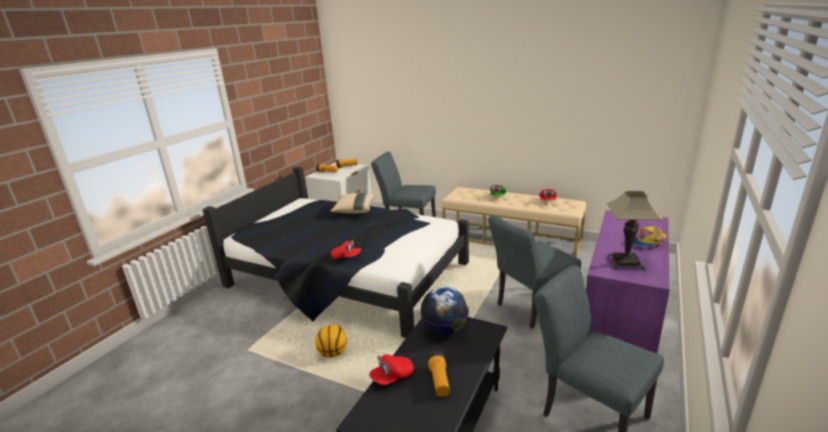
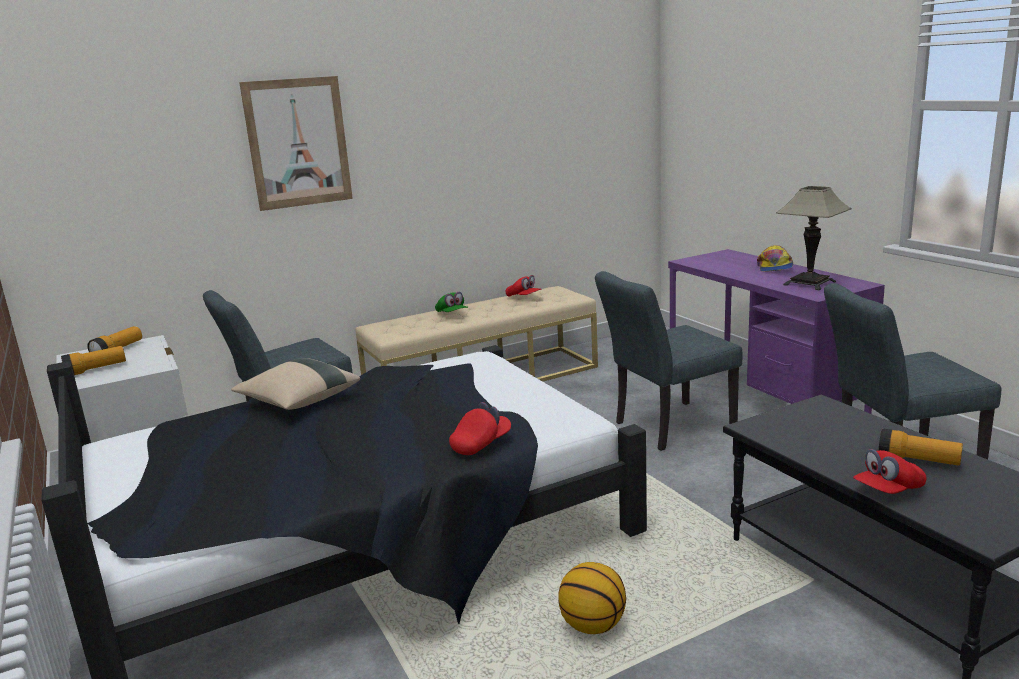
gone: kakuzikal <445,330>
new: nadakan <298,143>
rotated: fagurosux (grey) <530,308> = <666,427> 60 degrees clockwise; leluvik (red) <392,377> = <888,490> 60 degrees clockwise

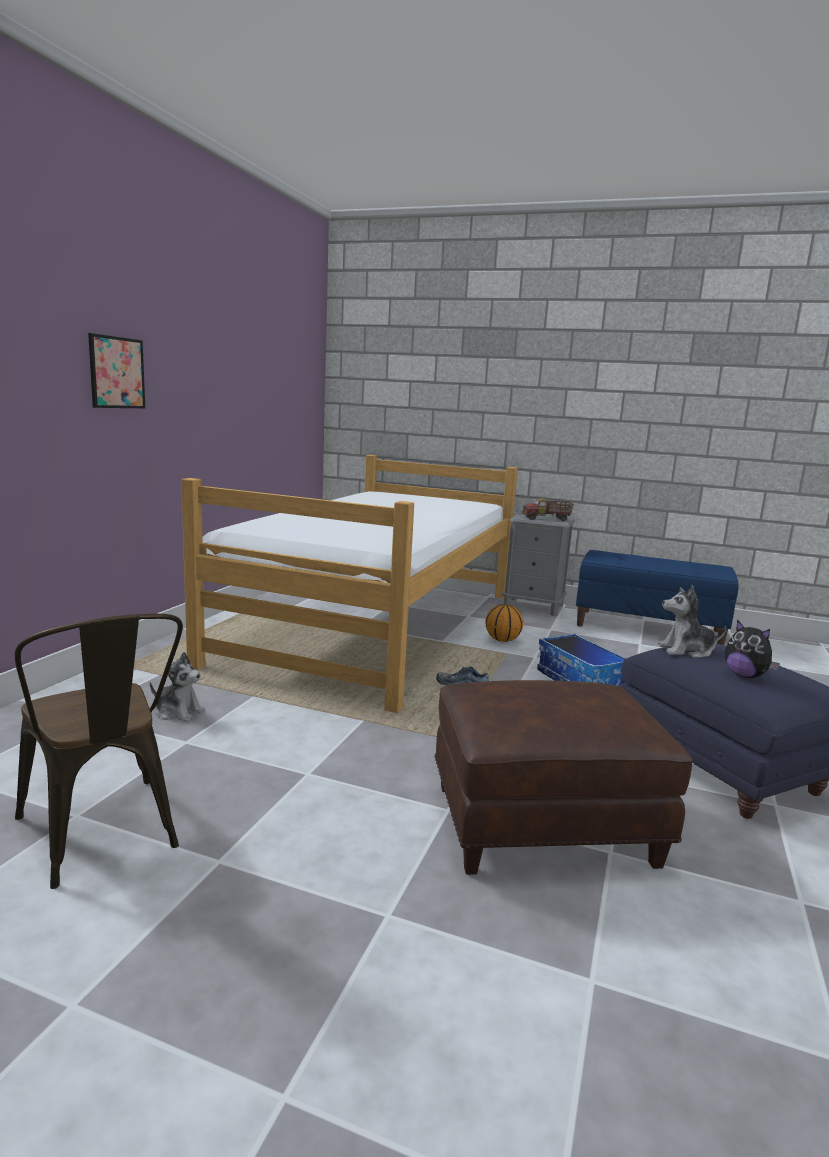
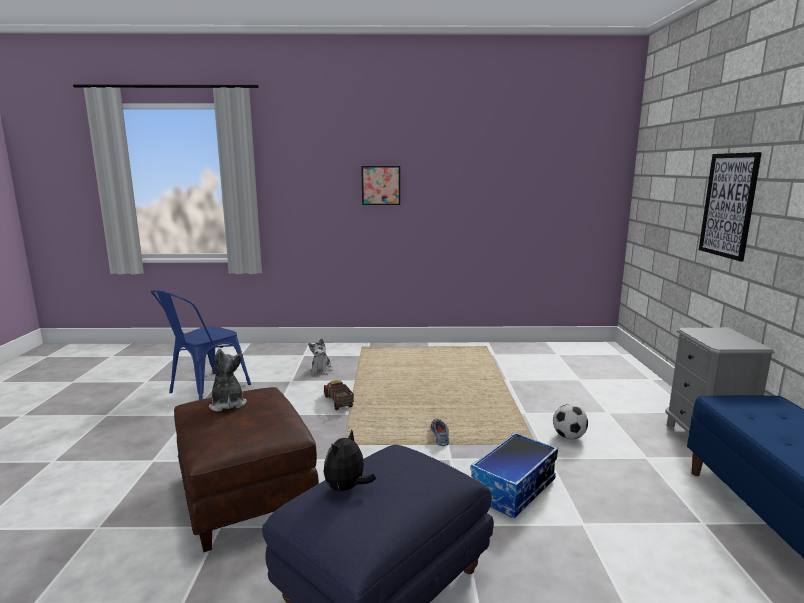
gone: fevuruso <377,626>
new: nadakan <728,205>
shifted: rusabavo <686,651> to <227,404>; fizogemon <547,519> to <338,402>
swapped: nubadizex <502,640> to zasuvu <568,436>
repainted: fagurosux (brown) <104,837> to fagurosux (blue) <204,390>

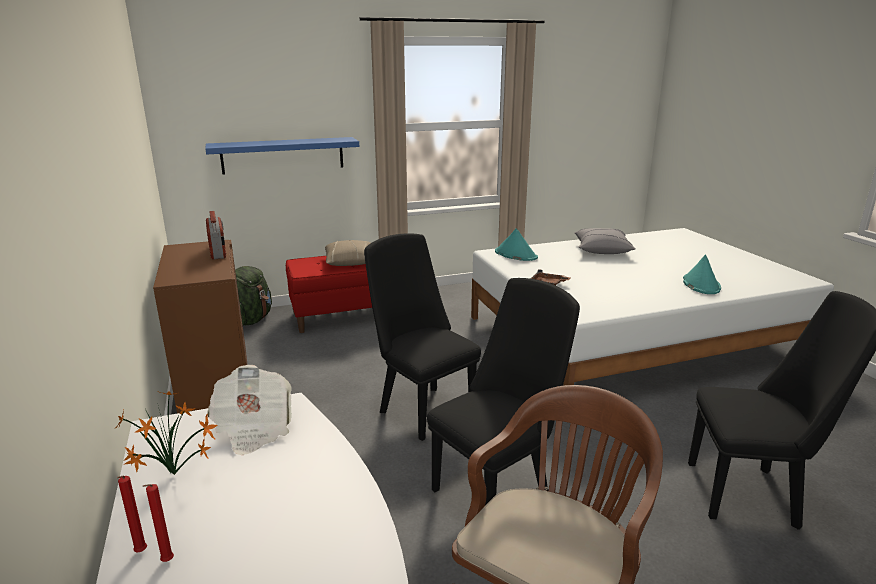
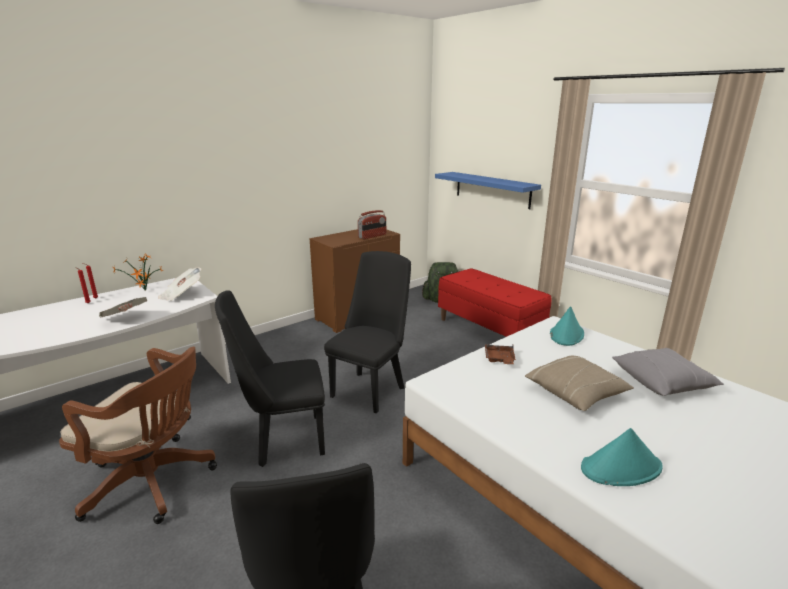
new: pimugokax <125,319>
shifted: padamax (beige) <351,262> to <576,393>
rotated: fagurosux (black) <497,490> = <283,440> 135 degrees clockwise

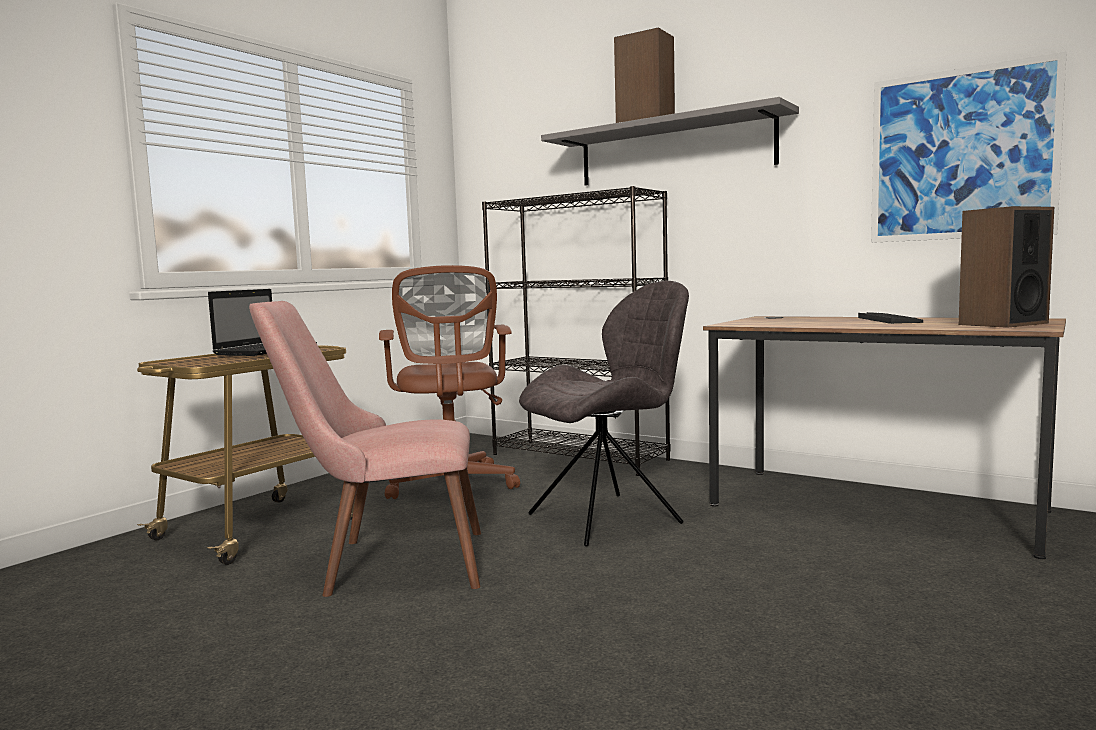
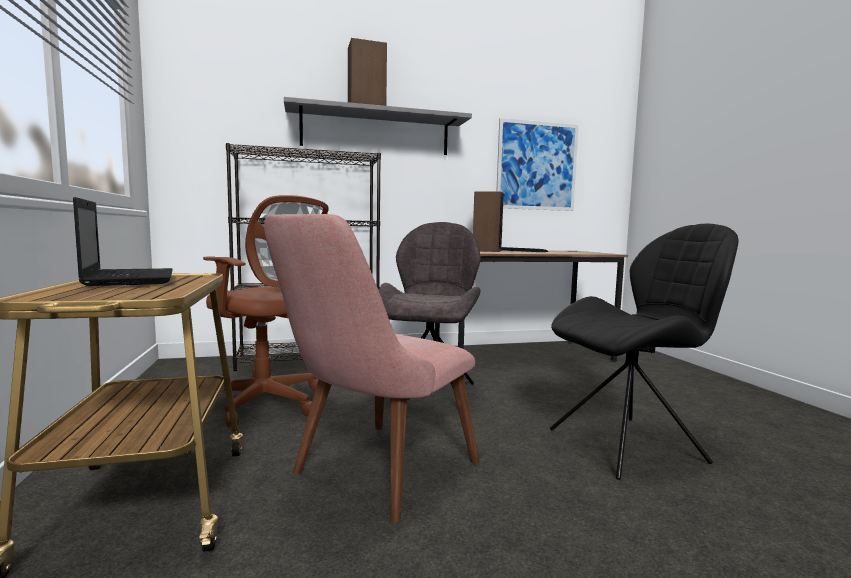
new: fagurosux (black) <630,445>
shifted: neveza <1002,324> to <486,251>

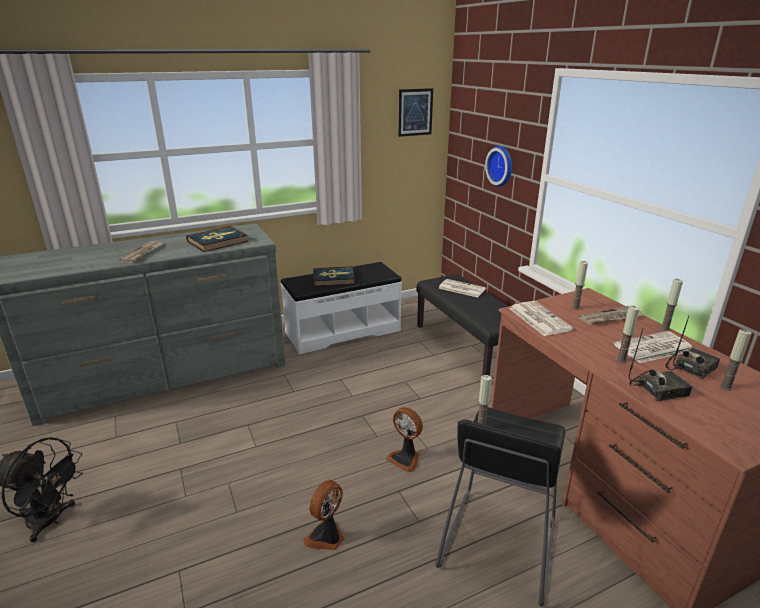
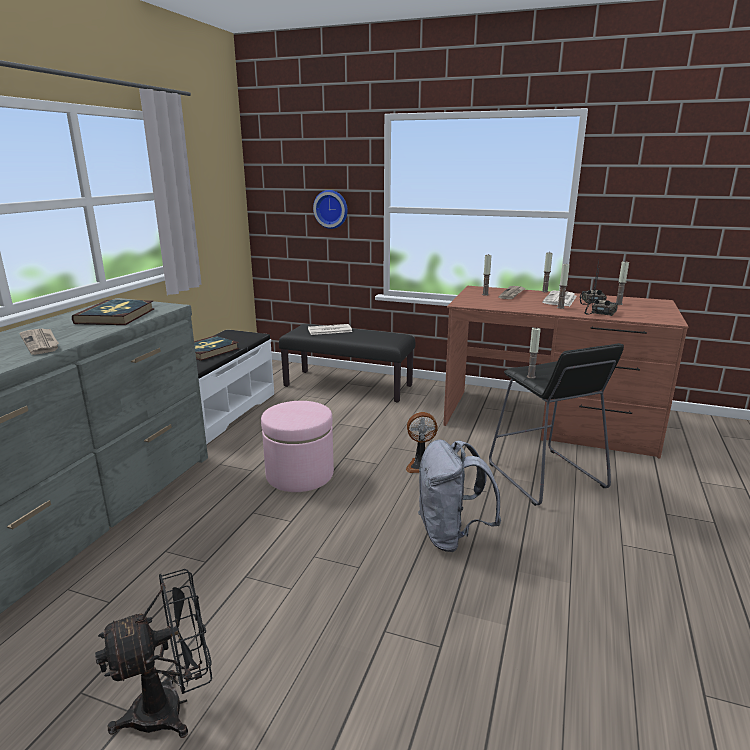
gone: nadakan <415,112>; pimugokax <538,318>
new: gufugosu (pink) <300,474>
swapped: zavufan <326,537> to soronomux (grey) <451,536>

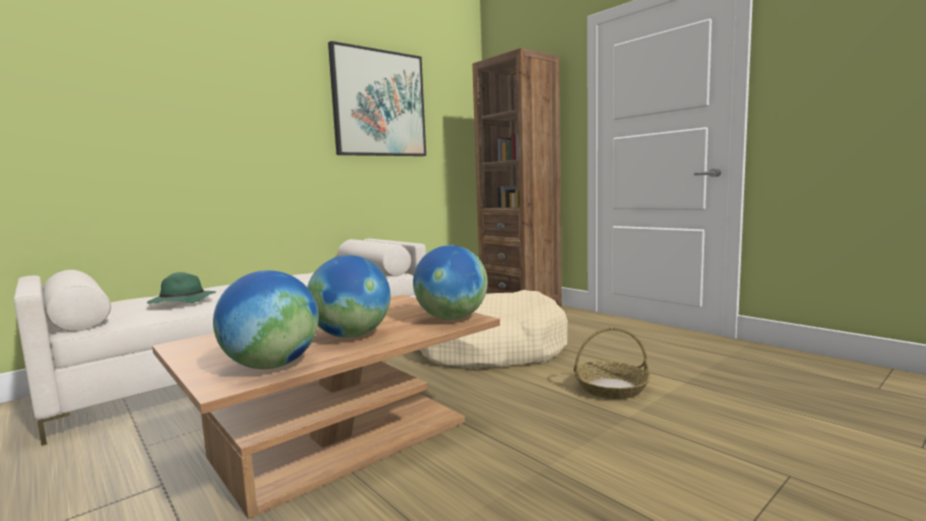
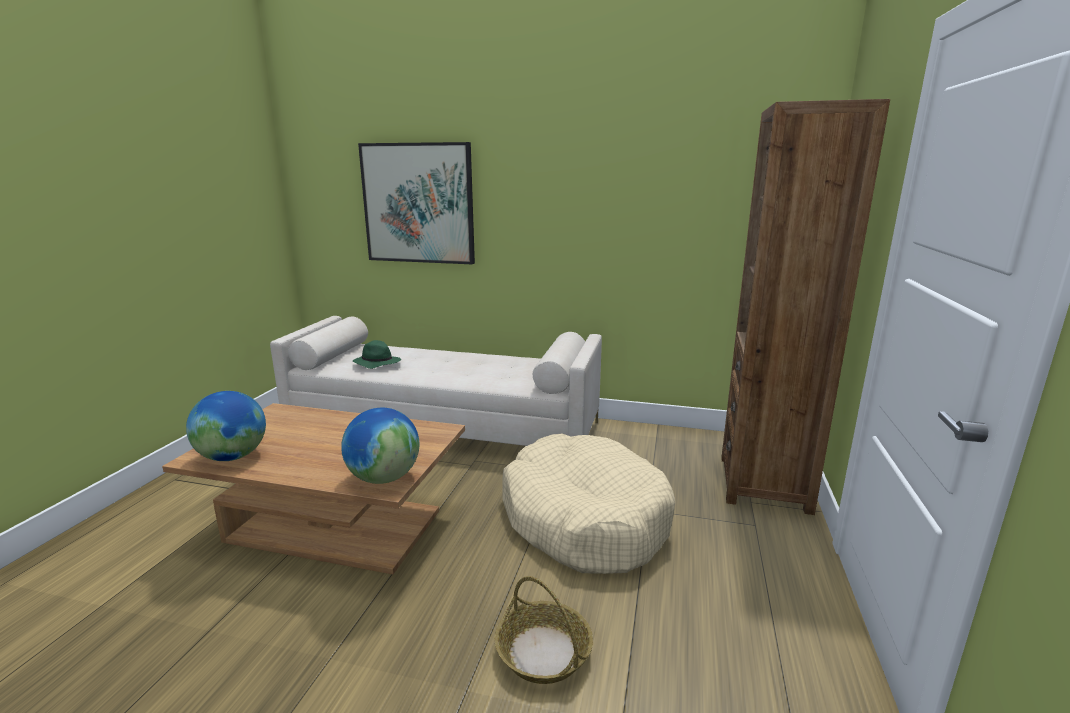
gone: kakuzikal <351,336>
shifted: nadakan <379,104> to <418,204>

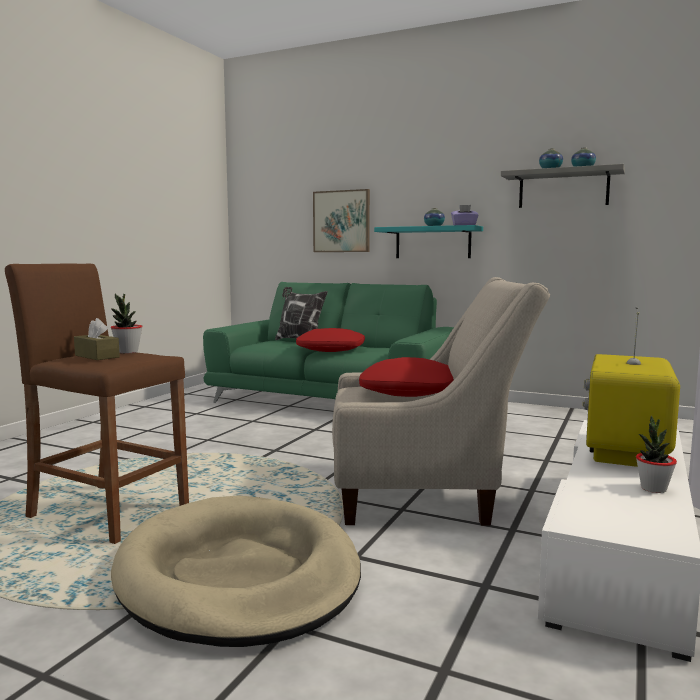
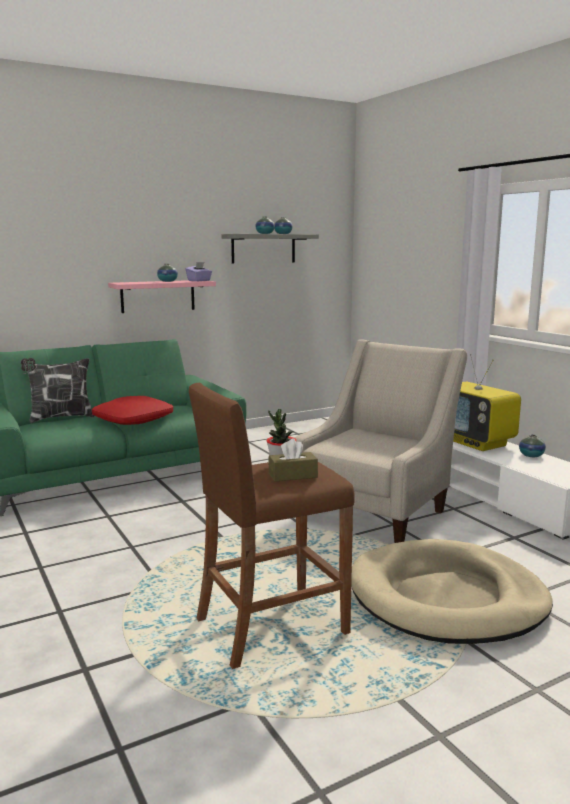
gone: nadakan <341,221>; padamax (red) <409,391>
swapped: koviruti <653,488> to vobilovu <531,455>
repainted: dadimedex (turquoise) <433,242> to dadimedex (pink) <158,296>

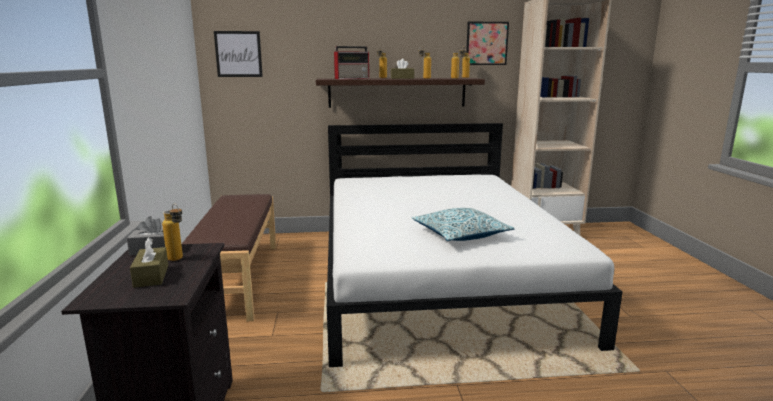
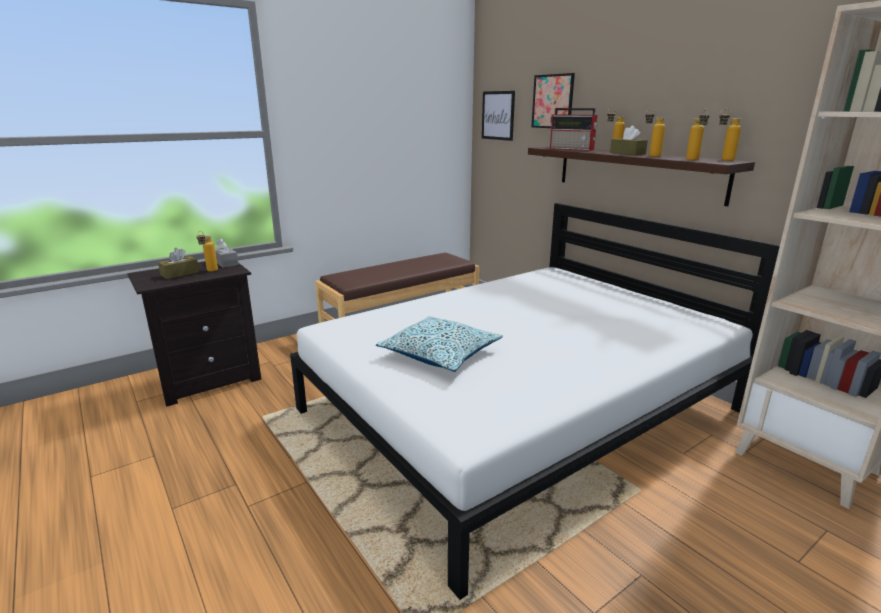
shifted: nadakan <486,43> to <552,101>

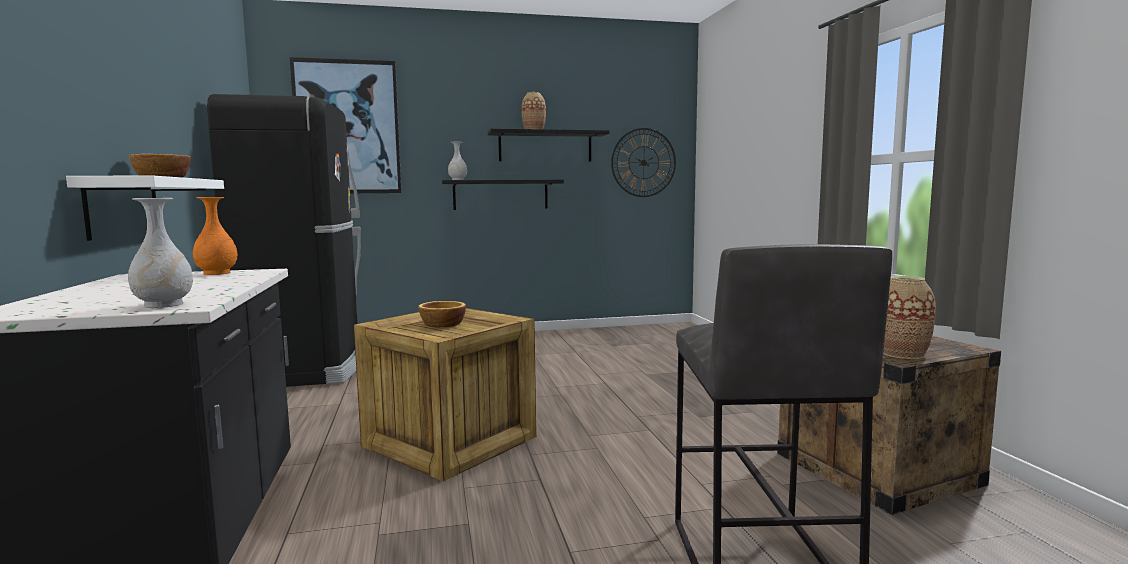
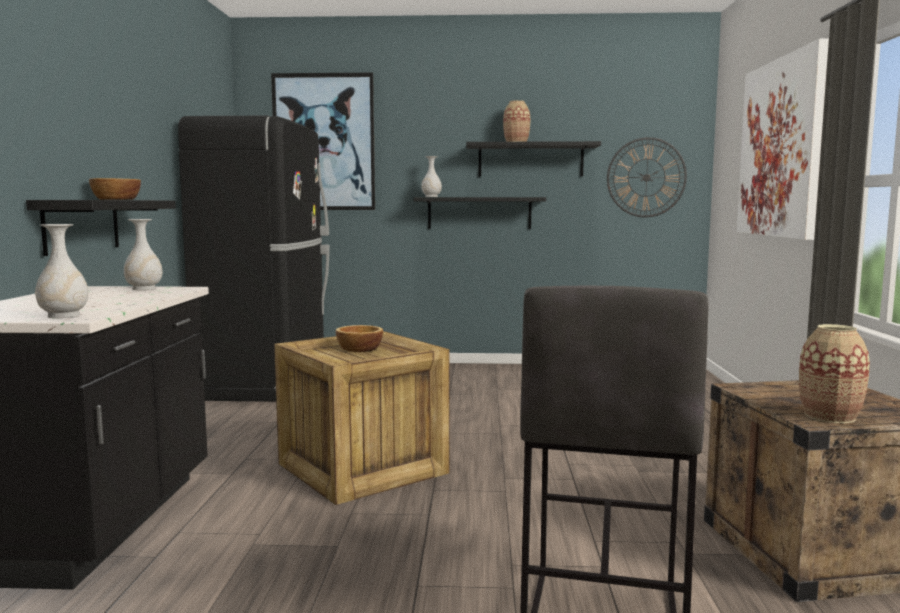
new: nadakan <780,148>
repainted: dadimedex (white) <123,207> to dadimedex (black) <81,225>; vobilovu (orange) <217,273> to vobilovu (white) <144,289>

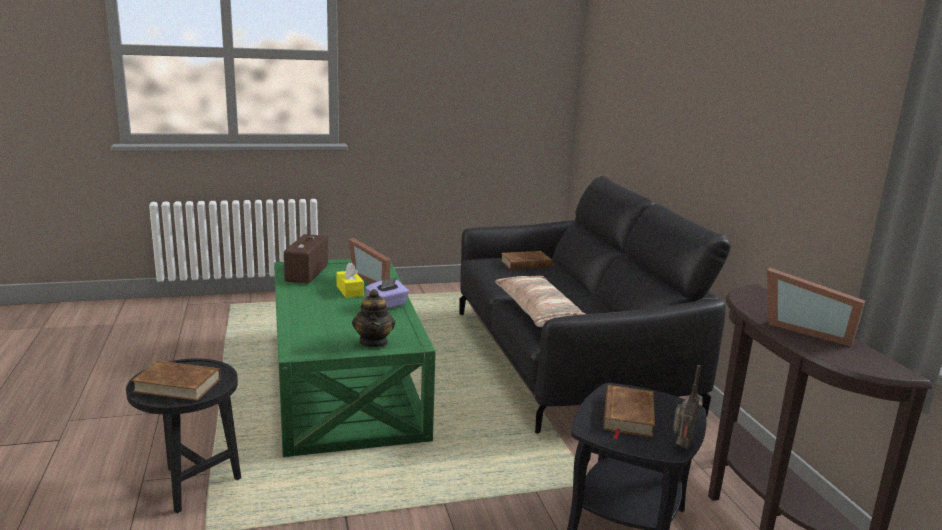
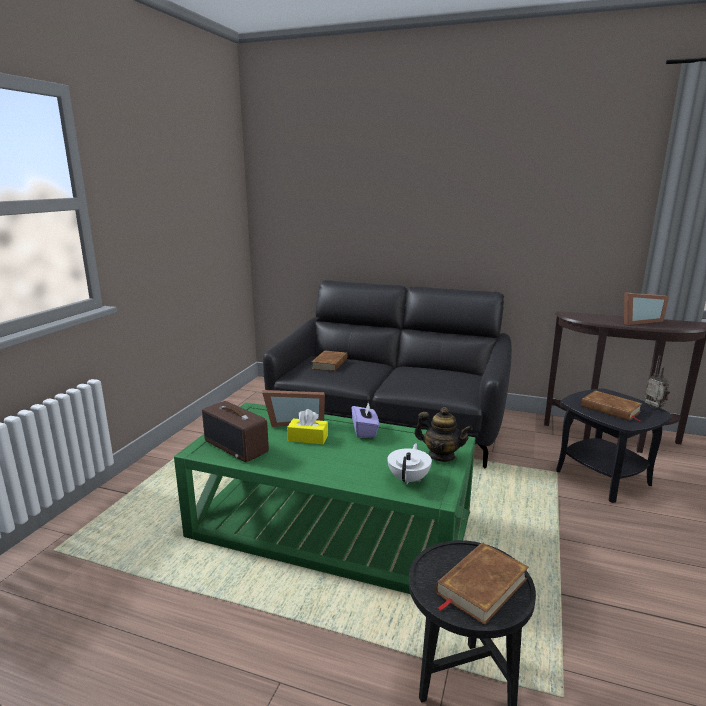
gone: padamax <539,313>
new: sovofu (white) <409,479>

